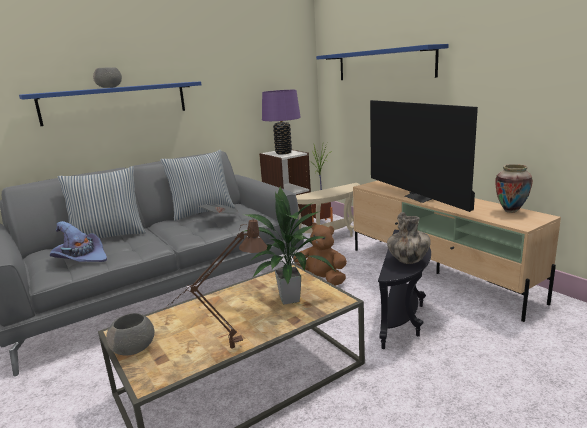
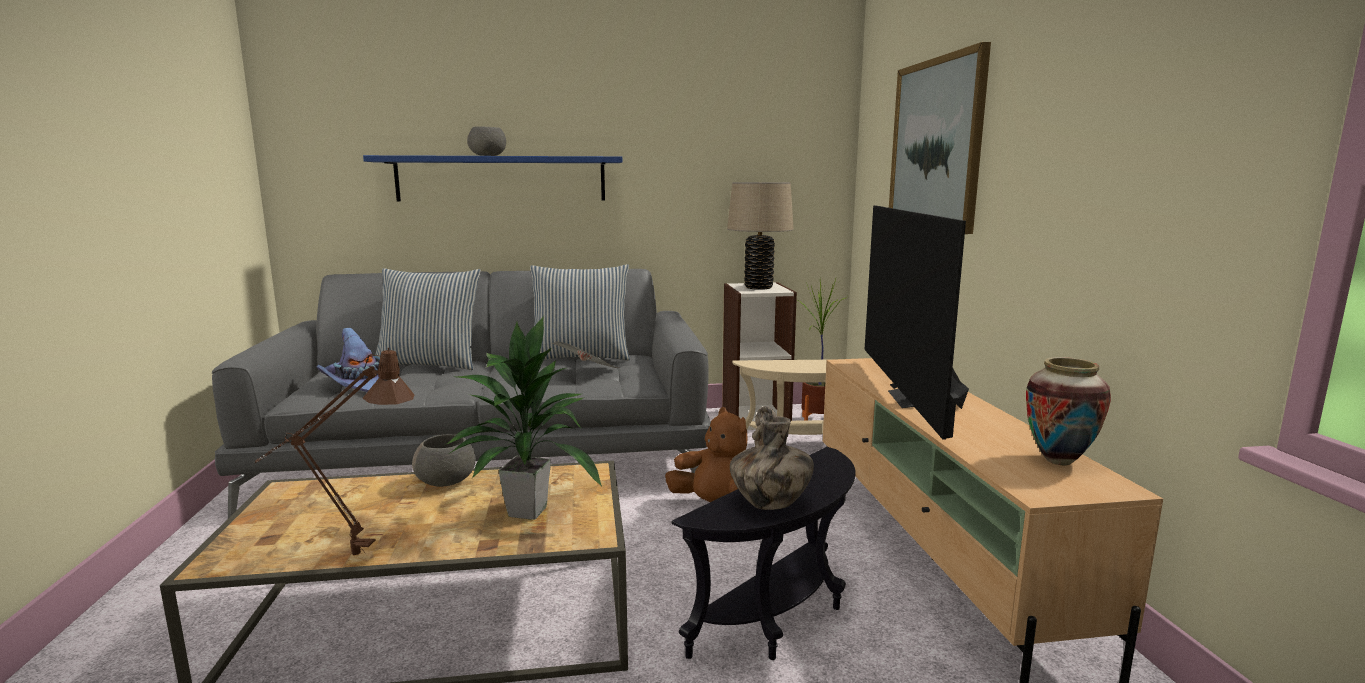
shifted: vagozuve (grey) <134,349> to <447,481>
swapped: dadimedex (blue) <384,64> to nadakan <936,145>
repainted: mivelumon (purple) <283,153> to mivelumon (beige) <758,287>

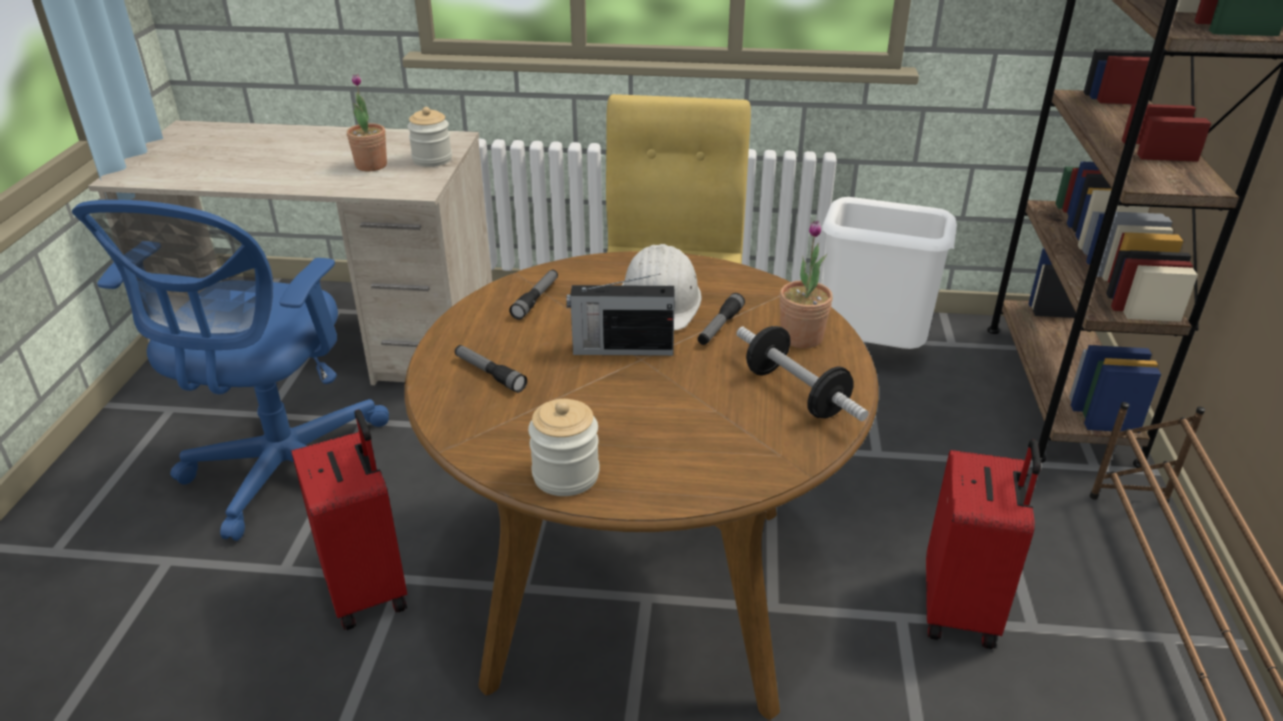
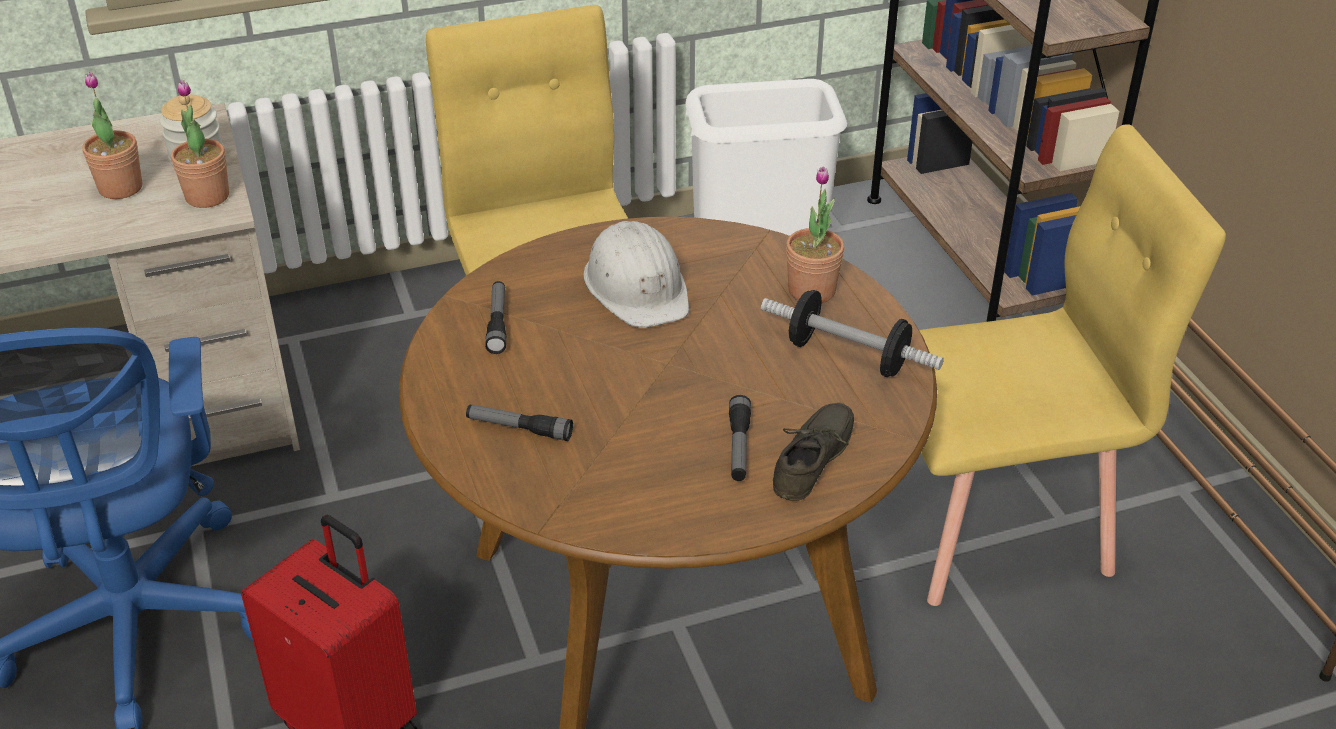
gone: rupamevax <566,475>; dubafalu <621,349>
new: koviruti <207,196>; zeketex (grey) <817,461>
shifted: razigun <720,326> to <739,446>
swapped: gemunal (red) <962,609> to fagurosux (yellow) <992,525>

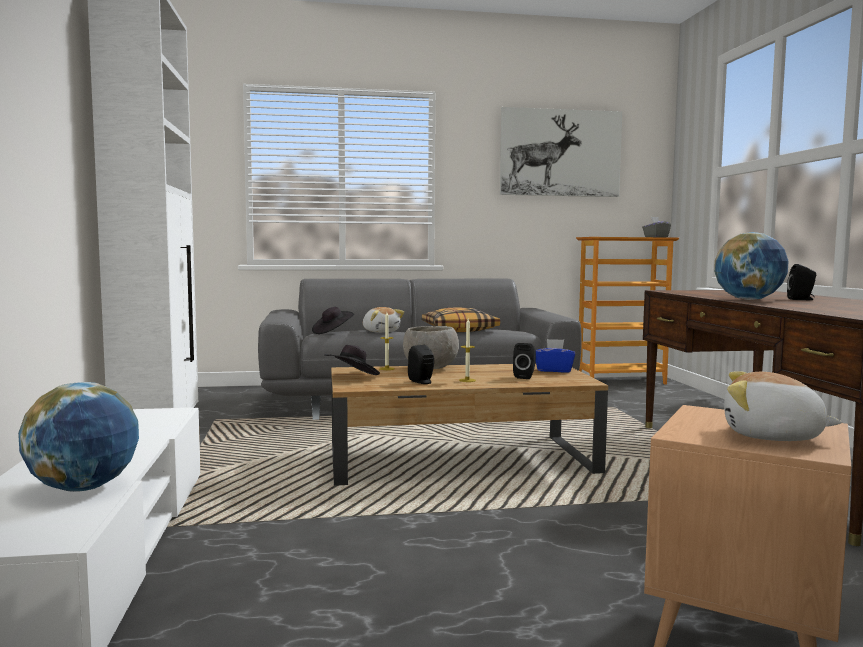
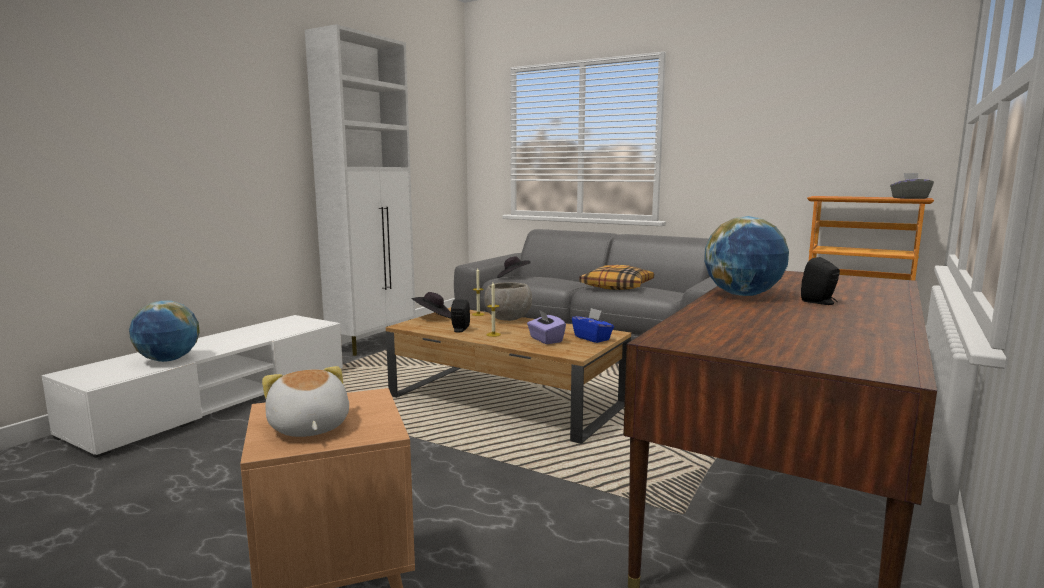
gone: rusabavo <381,331>; nadakan <560,153>
swapped: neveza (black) <525,377> to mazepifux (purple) <545,340>

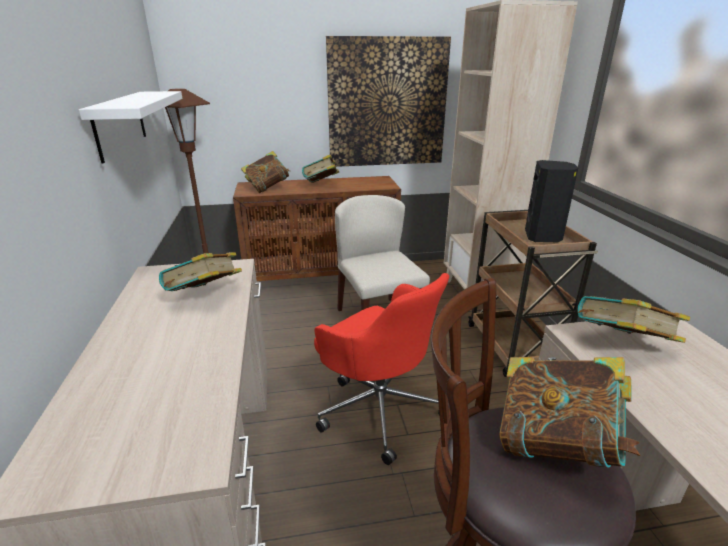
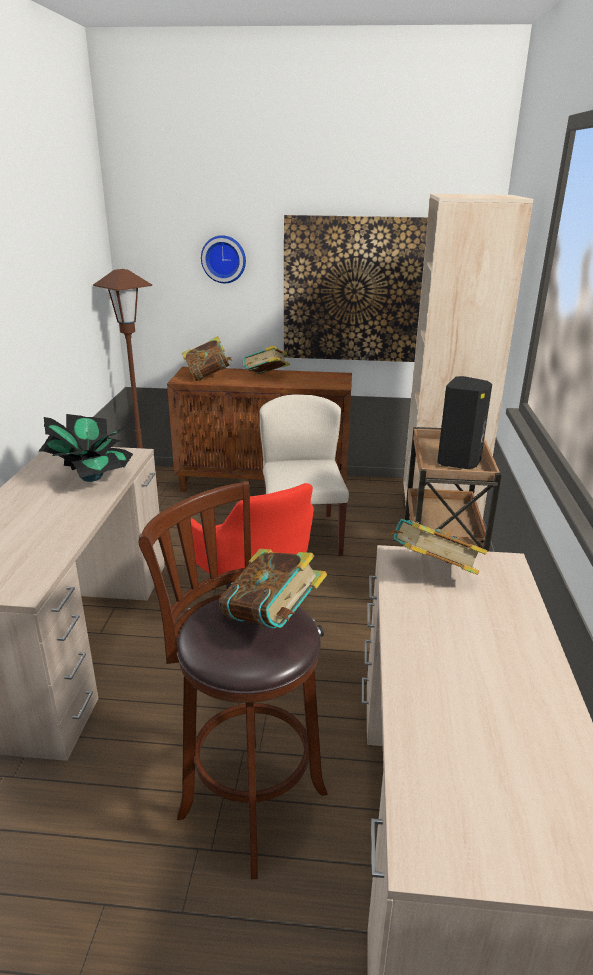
gone: dadimedex (white) <120,124>
new: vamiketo <224,259>
swapped: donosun <205,296> to koviruti <91,477>

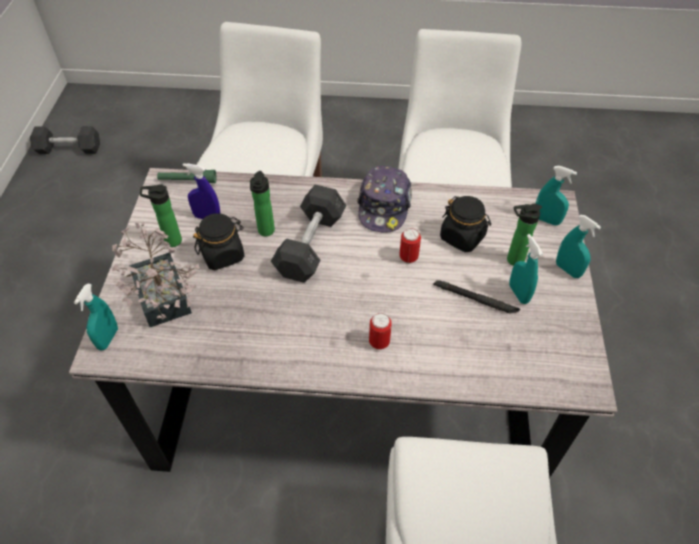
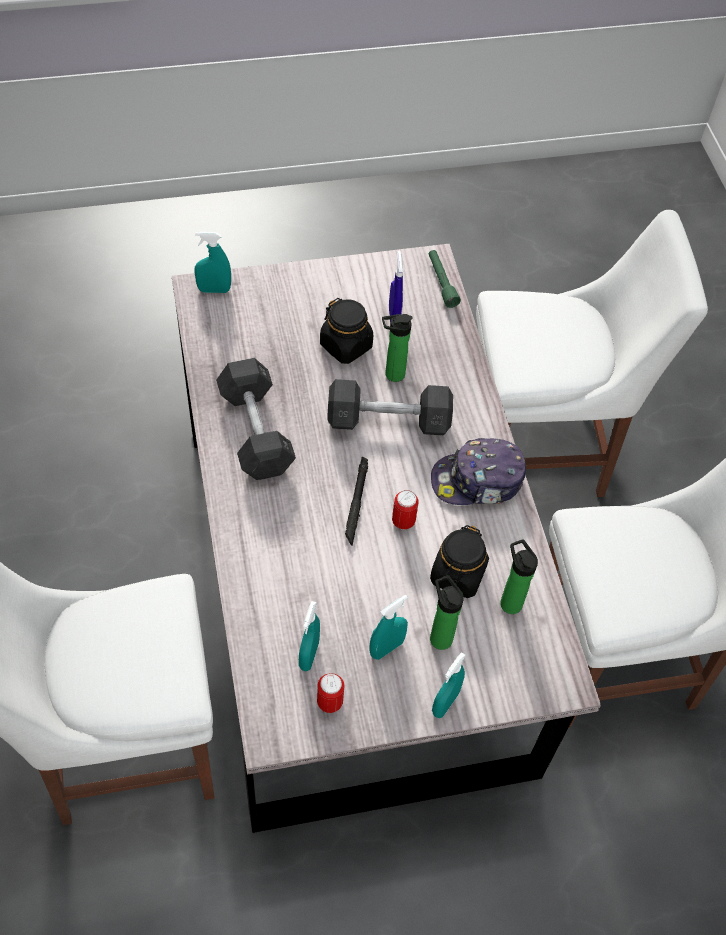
gone: koviruti <164,303>
shifted: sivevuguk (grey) <69,149> to <255,431>; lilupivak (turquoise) <546,220> to <309,655>; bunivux <379,342> to <329,702>; razigun (black) <475,299> to <356,502>; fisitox <170,241> to <509,601>

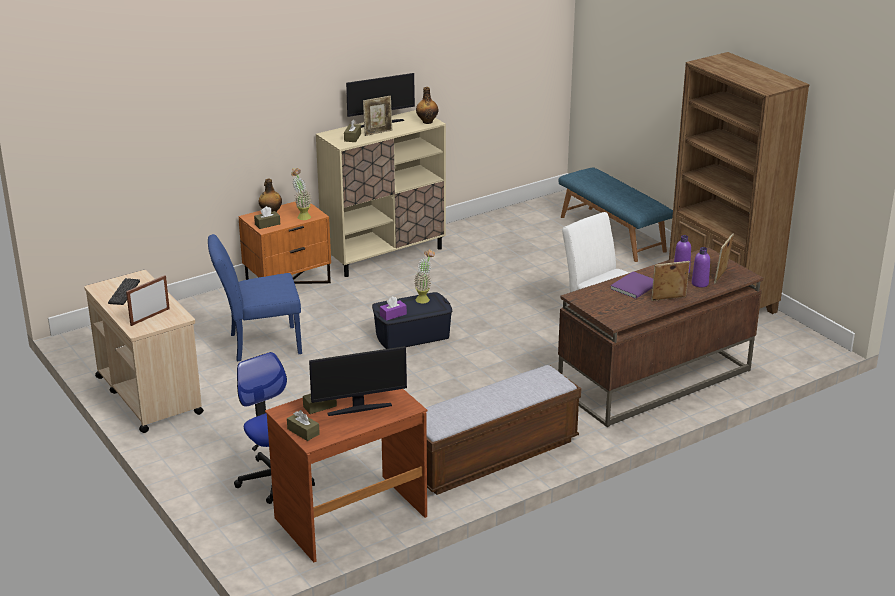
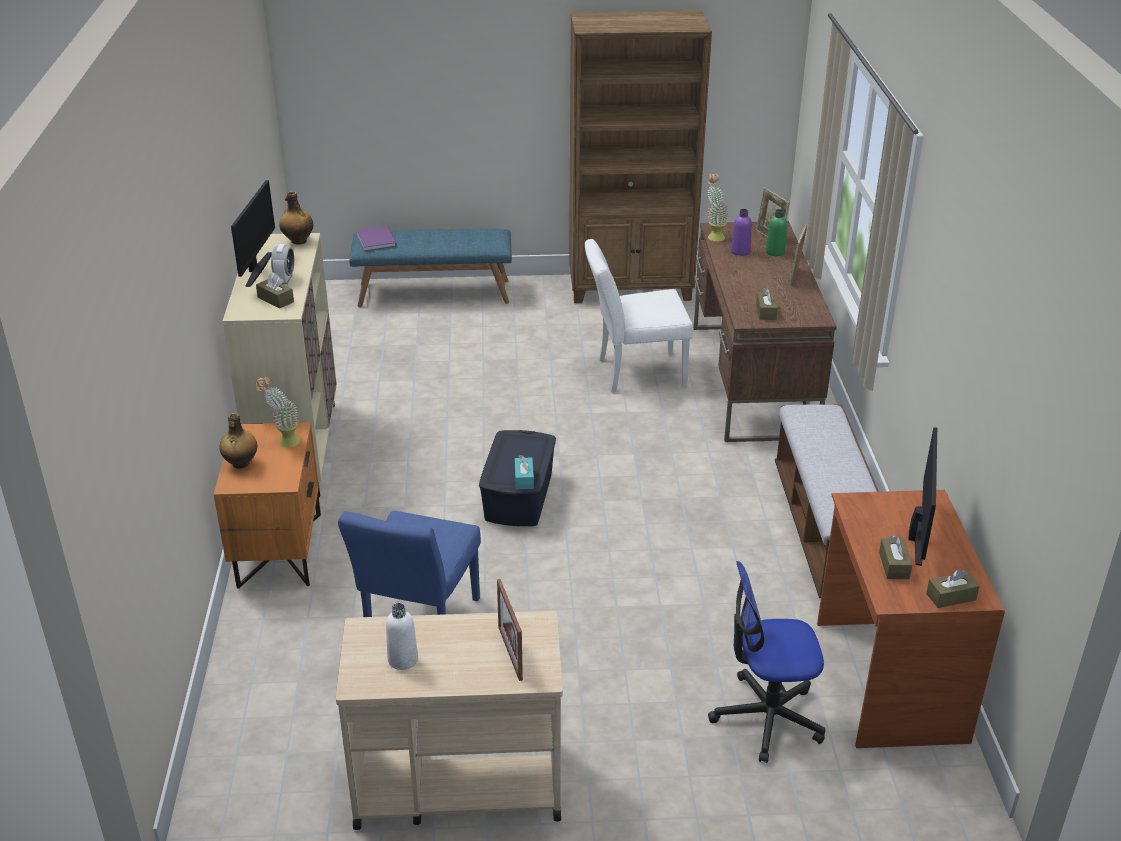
shifted: donosun (purple) <636,286> to <377,239>; koviruti <424,298> to <713,235>; mazepifux (brown) <267,224> to <766,312>
swapped: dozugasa <378,132> to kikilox <285,279>; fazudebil <124,292> to fisitox (white) <403,659>
repainted: mazepifux (purple) <393,315> to mazepifux (turquoise) <524,479>; fisitox (purple) <700,283> to fisitox (green) <775,252>

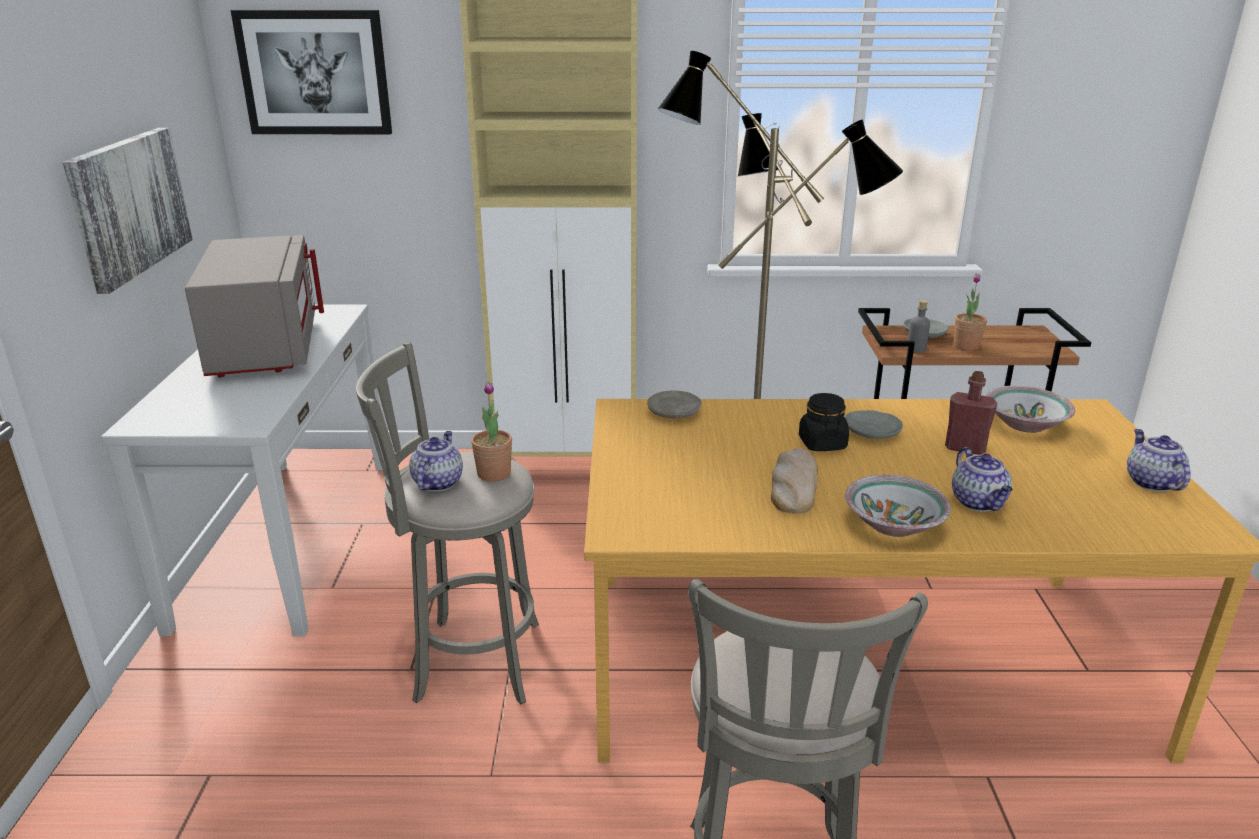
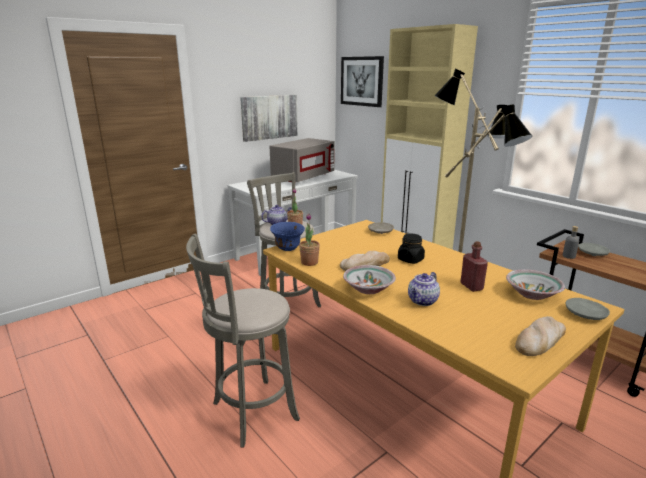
new: vagozuve (blue) <288,249>
shifted: koviruti <966,346> to <309,262>; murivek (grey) <872,432> to <585,314>
swapped: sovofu <1150,482> to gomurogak <540,340>

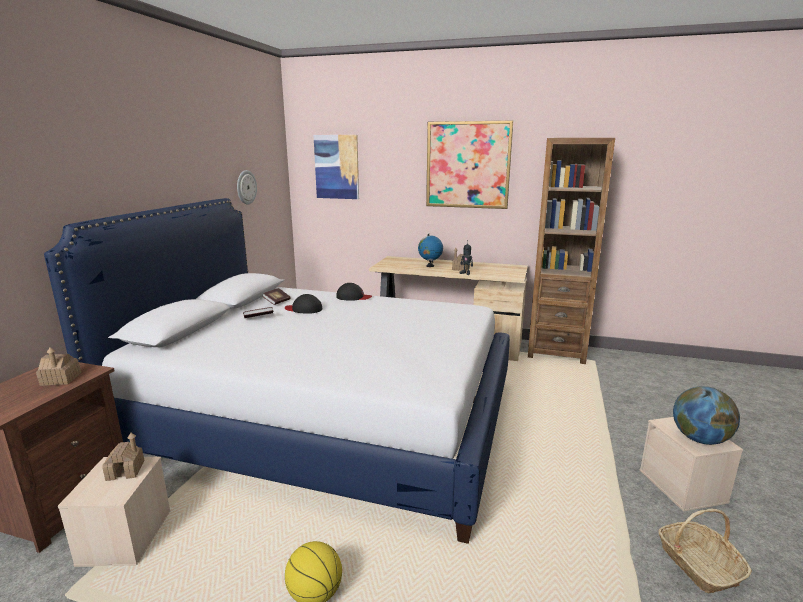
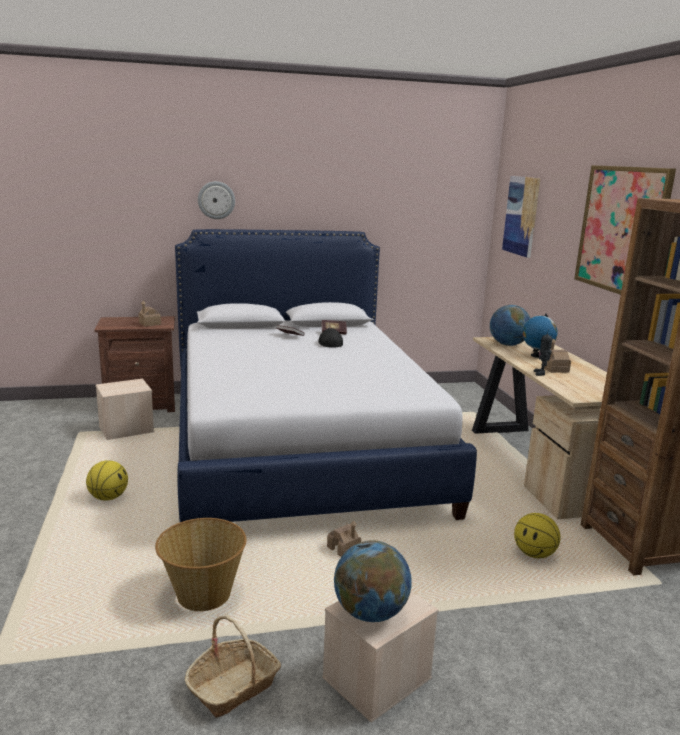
gone: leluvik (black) <353,297>
new: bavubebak <203,594>; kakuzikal <508,344>; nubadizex <534,554>
shifted: vamiketo <246,187> to <216,200>; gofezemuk <125,470> to <344,549>

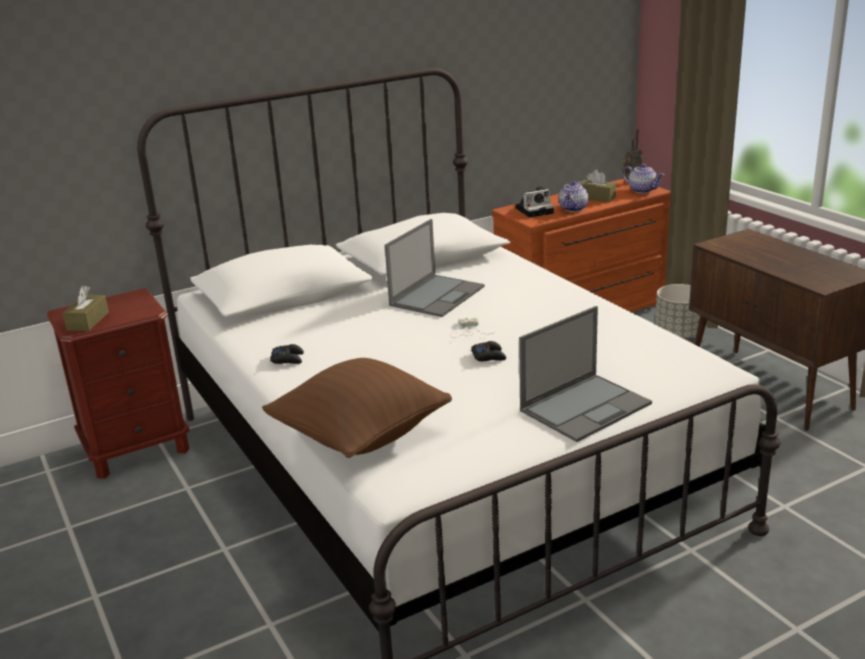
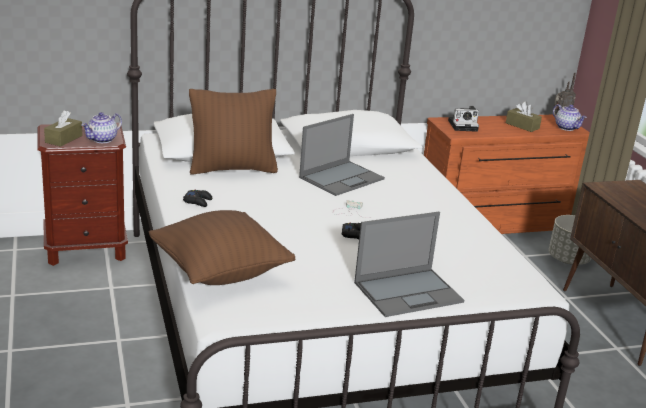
new: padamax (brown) <232,169>
shifted: sovofu <573,209> to <102,140>

